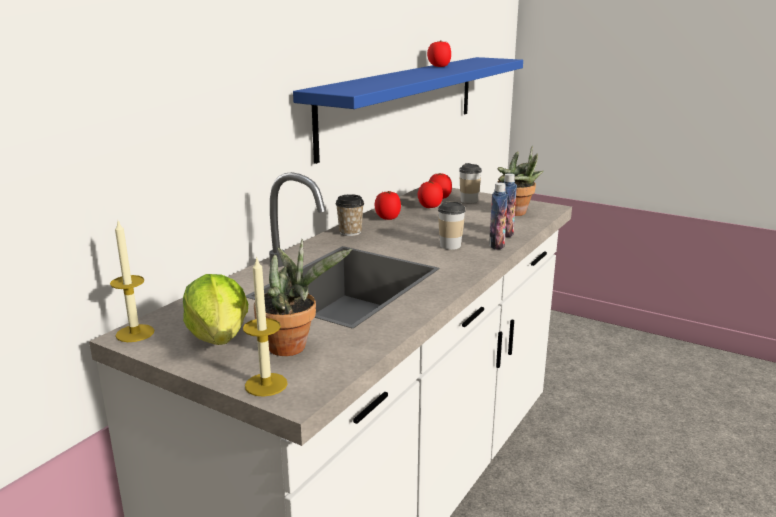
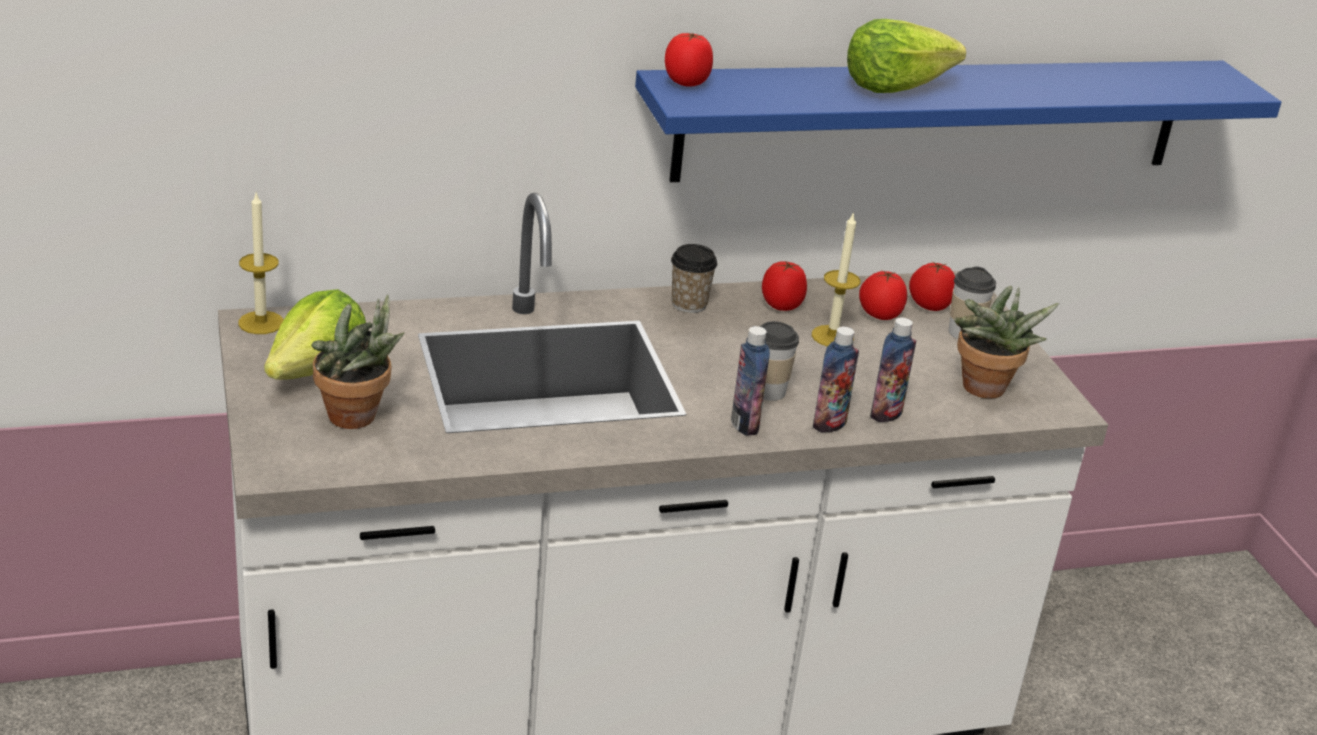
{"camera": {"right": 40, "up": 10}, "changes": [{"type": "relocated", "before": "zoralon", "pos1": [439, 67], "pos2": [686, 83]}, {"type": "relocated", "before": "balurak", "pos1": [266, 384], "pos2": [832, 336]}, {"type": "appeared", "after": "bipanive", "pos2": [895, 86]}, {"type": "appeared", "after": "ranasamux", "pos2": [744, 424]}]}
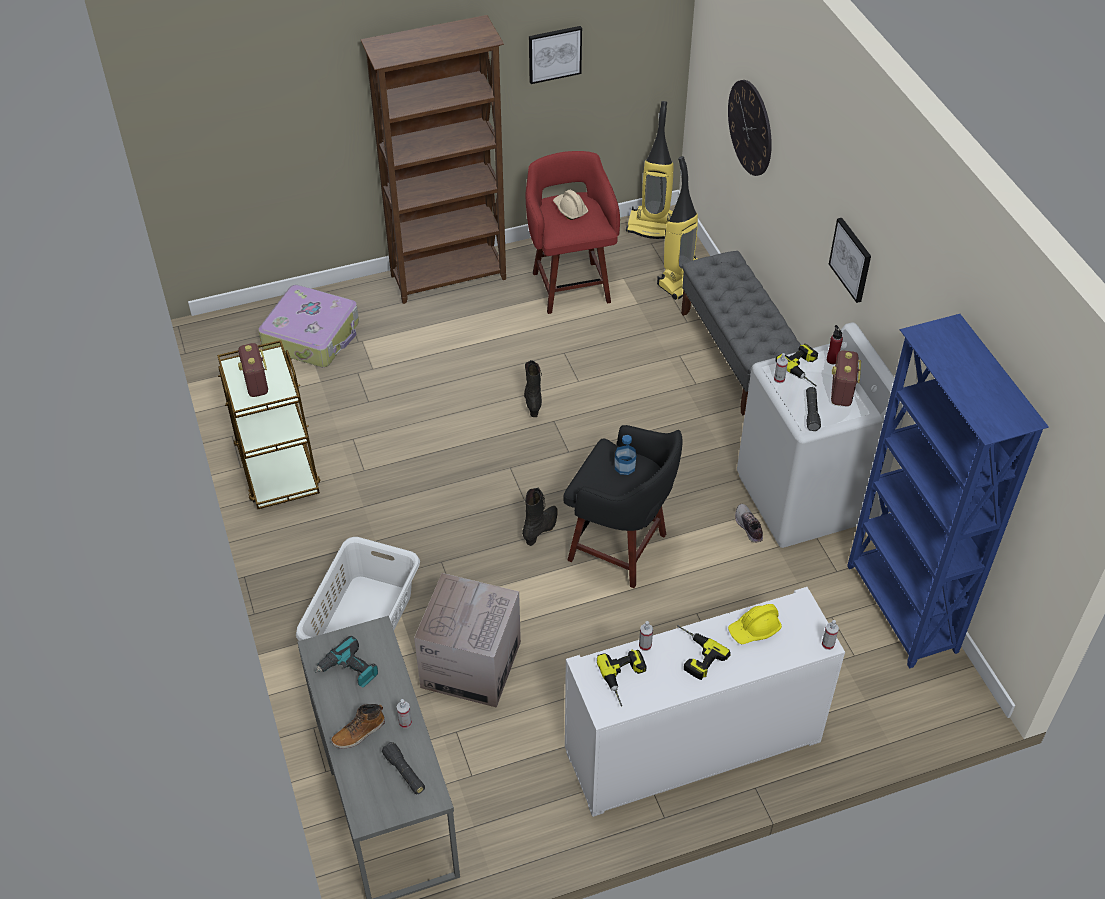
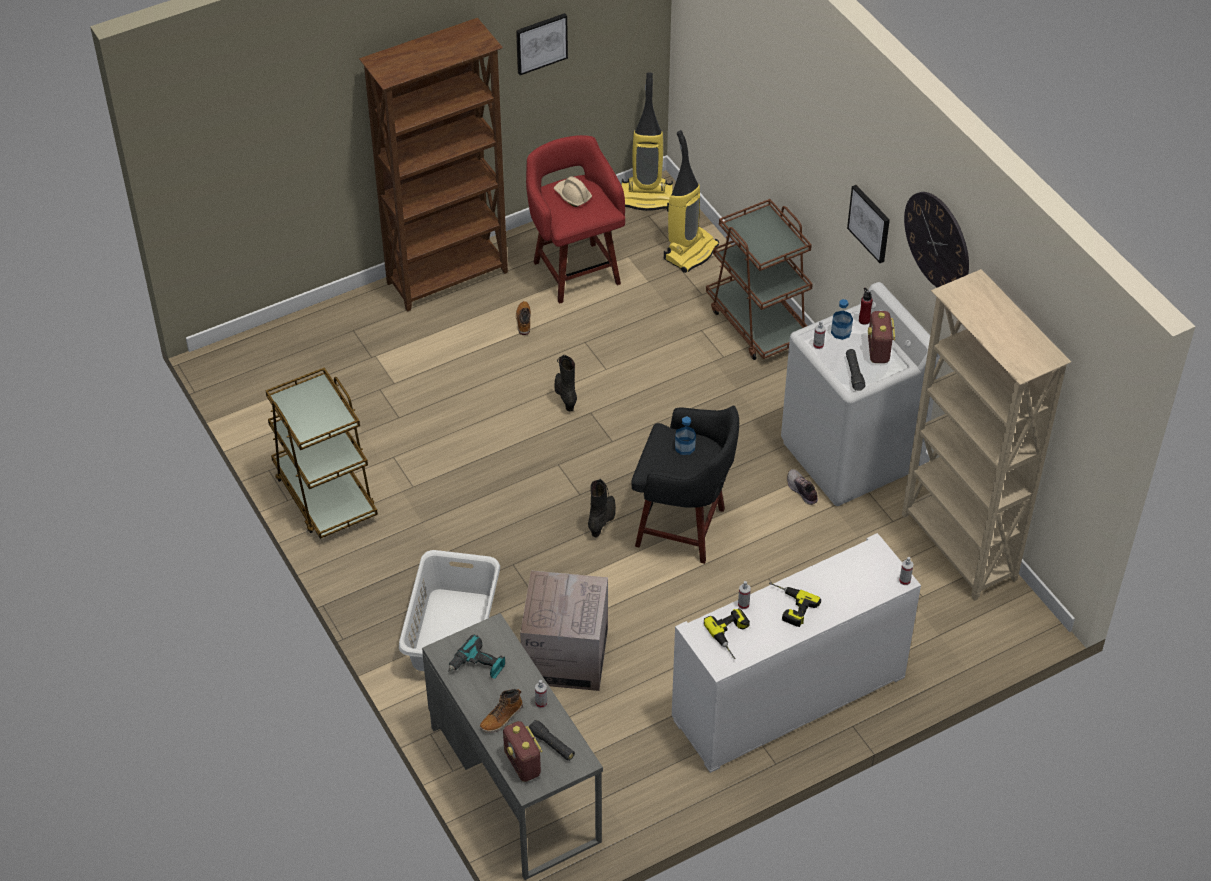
{"camera": {"right": -10, "up": 0}, "changes": [{"type": "relocated", "before": "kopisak", "pos1": [750, 127], "pos2": [937, 241]}, {"type": "exchanged", "before": "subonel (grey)", "after": "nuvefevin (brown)", "pos1": [737, 356], "pos2": [758, 323]}, {"type": "missing", "before": "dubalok", "pos1": [312, 336]}, {"type": "colour", "before": "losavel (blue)", "after": "losavel (beige)", "pos1": [900, 609], "pos2": [958, 548]}, {"type": "relocated", "before": "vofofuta", "pos1": [256, 384], "pos2": [523, 764]}, {"type": "exchanged", "before": "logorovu", "after": "ranasamux", "pos1": [805, 369], "pos2": [841, 332]}, {"type": "missing", "before": "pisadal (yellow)", "pos1": [754, 629]}, {"type": "appeared", "after": "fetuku", "pos2": [523, 321]}]}
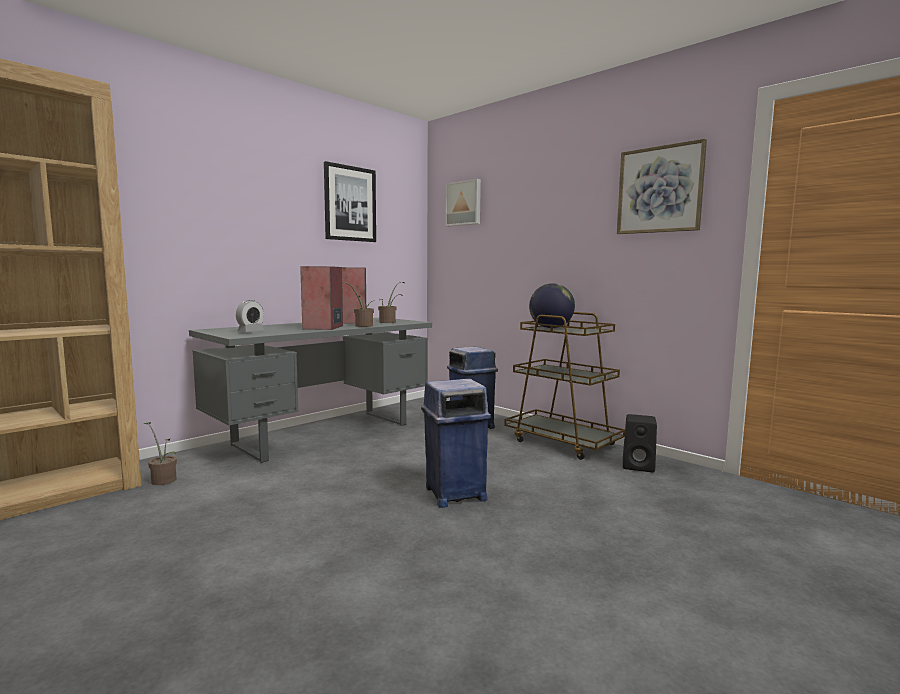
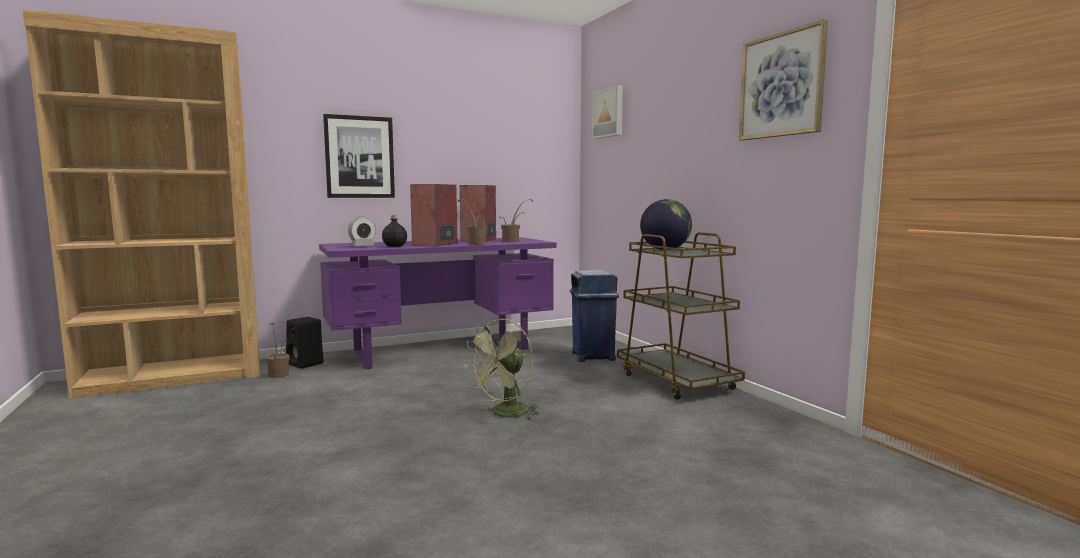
{"camera": {"right": 20, "up": 0}, "changes": [{"type": "relocated", "before": "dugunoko", "pos1": [350, 204], "pos2": [359, 157]}, {"type": "colour", "before": "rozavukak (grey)", "after": "rozavukak (purple)", "pos1": [324, 434], "pos2": [442, 350]}, {"type": "exchanged", "before": "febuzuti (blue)", "after": "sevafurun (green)", "pos1": [454, 494], "pos2": [505, 414]}, {"type": "relocated", "before": "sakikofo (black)", "pos1": [639, 466], "pos2": [306, 364]}, {"type": "appeared", "after": "ranasamux (black)", "pos2": [394, 246]}]}
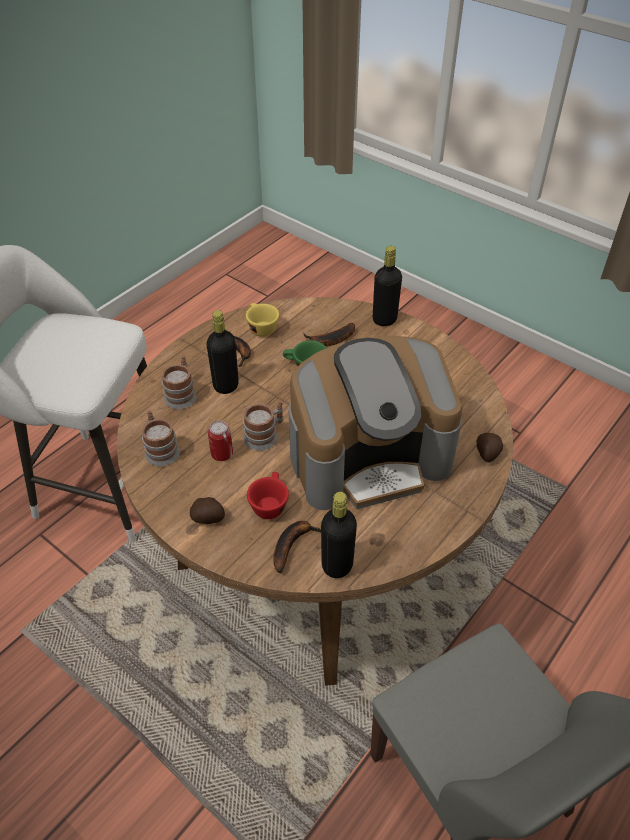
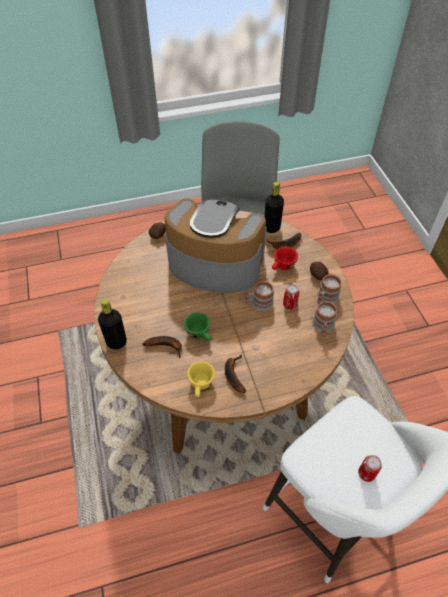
{"camera": {"right": -145, "up": 5}, "changes": [{"type": "missing", "before": "ranasamux (black)", "pos1": [226, 385]}, {"type": "relocated", "before": "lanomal", "pos1": [182, 394], "pos2": [325, 298]}, {"type": "appeared", "after": "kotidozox", "pos2": [366, 473]}]}
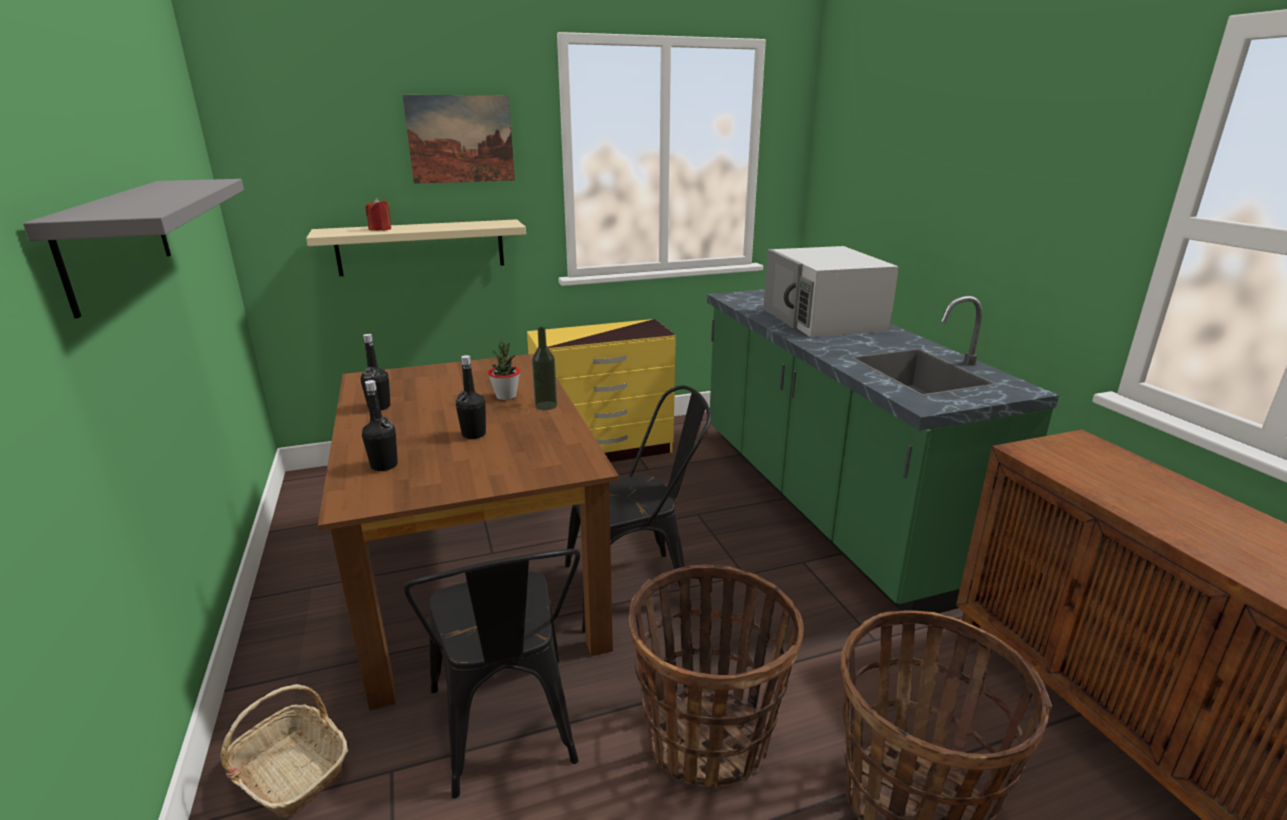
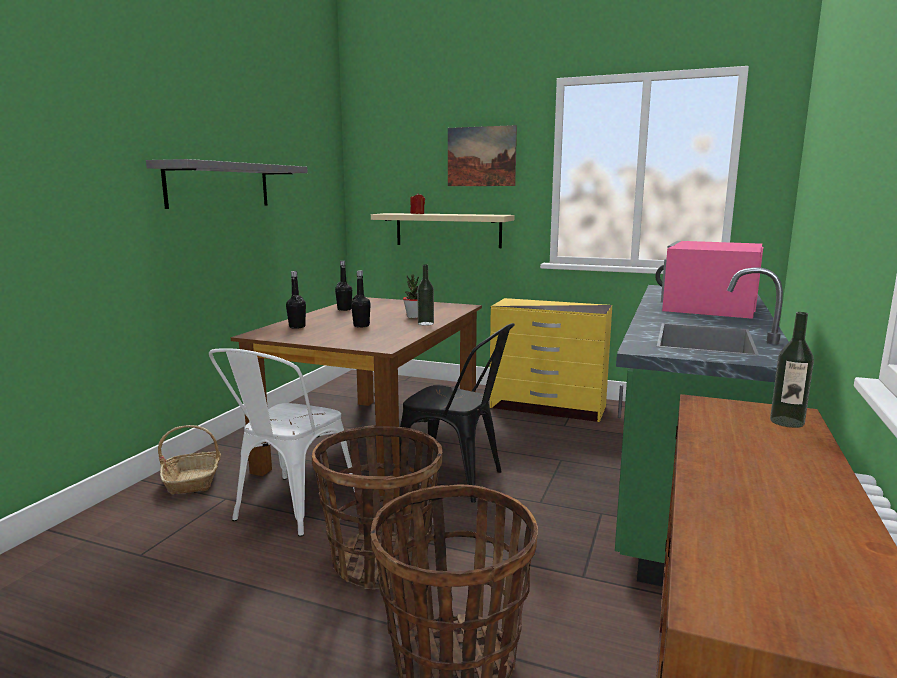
{"camera": {"right": 40, "up": -10}, "changes": [{"type": "colour", "before": "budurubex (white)", "after": "budurubex (pink)", "pos1": [823, 319], "pos2": [709, 306]}, {"type": "colour", "before": "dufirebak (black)", "after": "dufirebak (white)", "pos1": [507, 733], "pos2": [289, 509]}, {"type": "appeared", "after": "ranasamux", "pos2": [787, 422]}]}
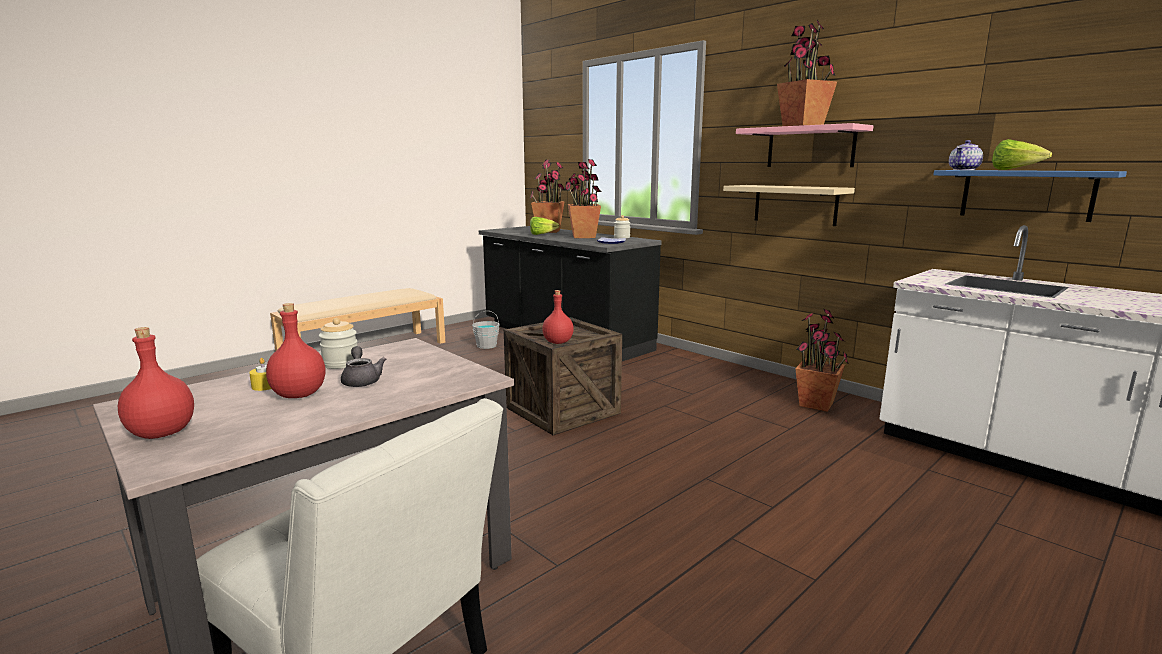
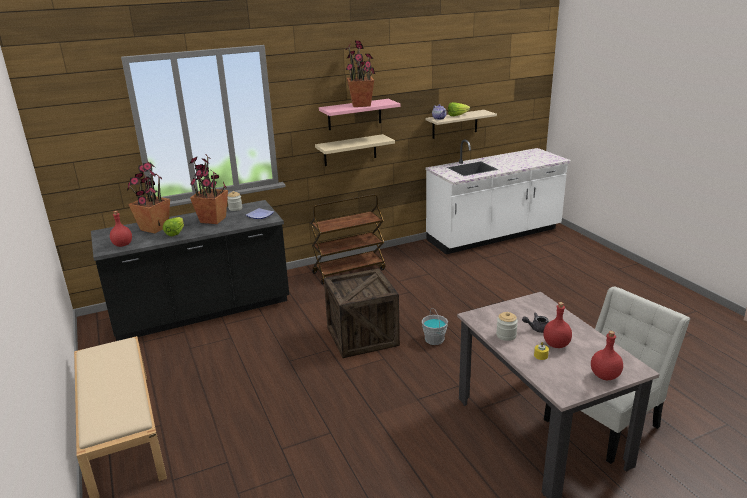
{"camera": {"right": -70, "up": 10}, "changes": [{"type": "colour", "before": "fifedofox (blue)", "after": "fifedofox (beige)", "pos1": [1026, 194], "pos2": [454, 124]}, {"type": "relocated", "before": "ranasamux (red)", "pos1": [557, 342], "pos2": [122, 245]}, {"type": "missing", "before": "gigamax", "pos1": [816, 404]}, {"type": "relocated", "before": "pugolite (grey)", "pos1": [486, 346], "pos2": [434, 339]}, {"type": "appeared", "after": "nuvefevin (brown)", "pos2": [349, 271]}]}
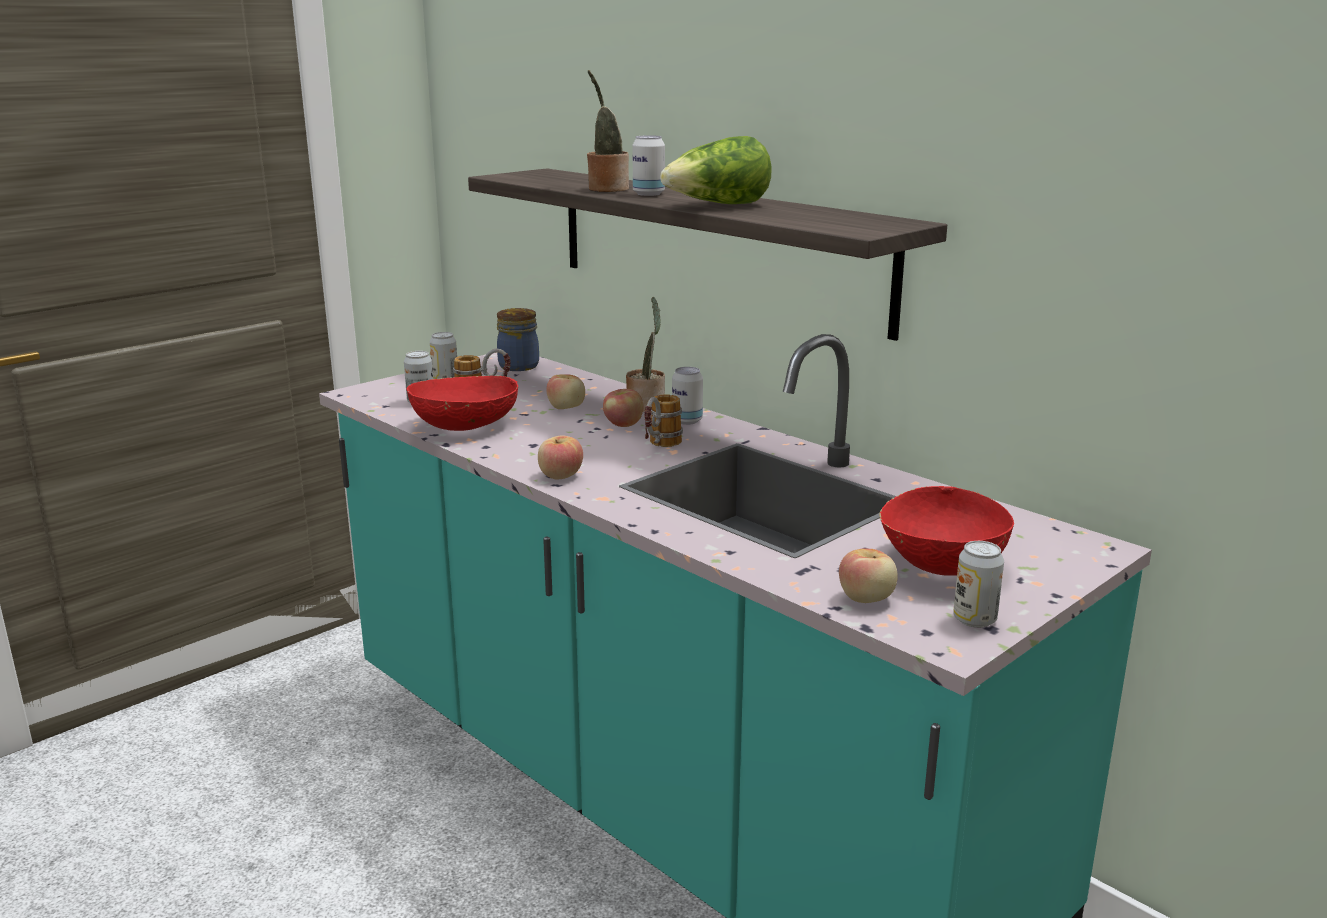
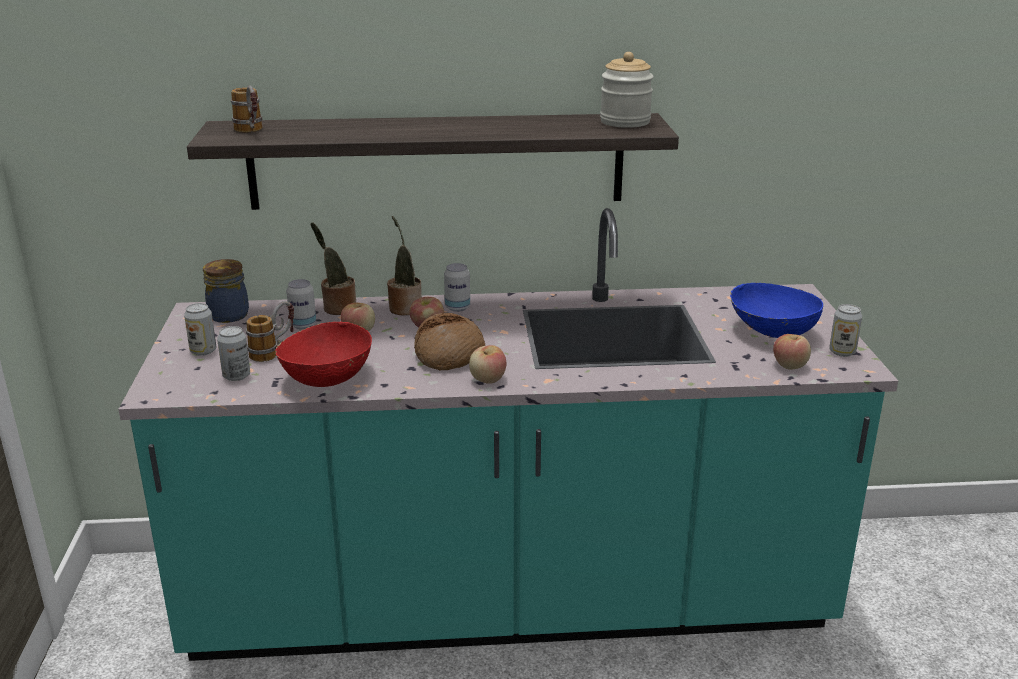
{"camera": {"right": -50, "up": 5}, "changes": [{"type": "relocated", "before": "gigamax", "pos1": [606, 189], "pos2": [337, 308]}, {"type": "relocated", "before": "kotidozox", "pos1": [648, 194], "pos2": [303, 325]}, {"type": "missing", "before": "bipanive", "pos1": [718, 205]}, {"type": "relocated", "before": "lanomal", "pos1": [659, 446], "pos2": [251, 132]}, {"type": "colour", "before": "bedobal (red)", "after": "bedobal (blue)", "pos1": [940, 564], "pos2": [771, 332]}, {"type": "appeared", "after": "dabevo", "pos2": [625, 122]}, {"type": "appeared", "after": "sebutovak", "pos2": [449, 354]}]}
